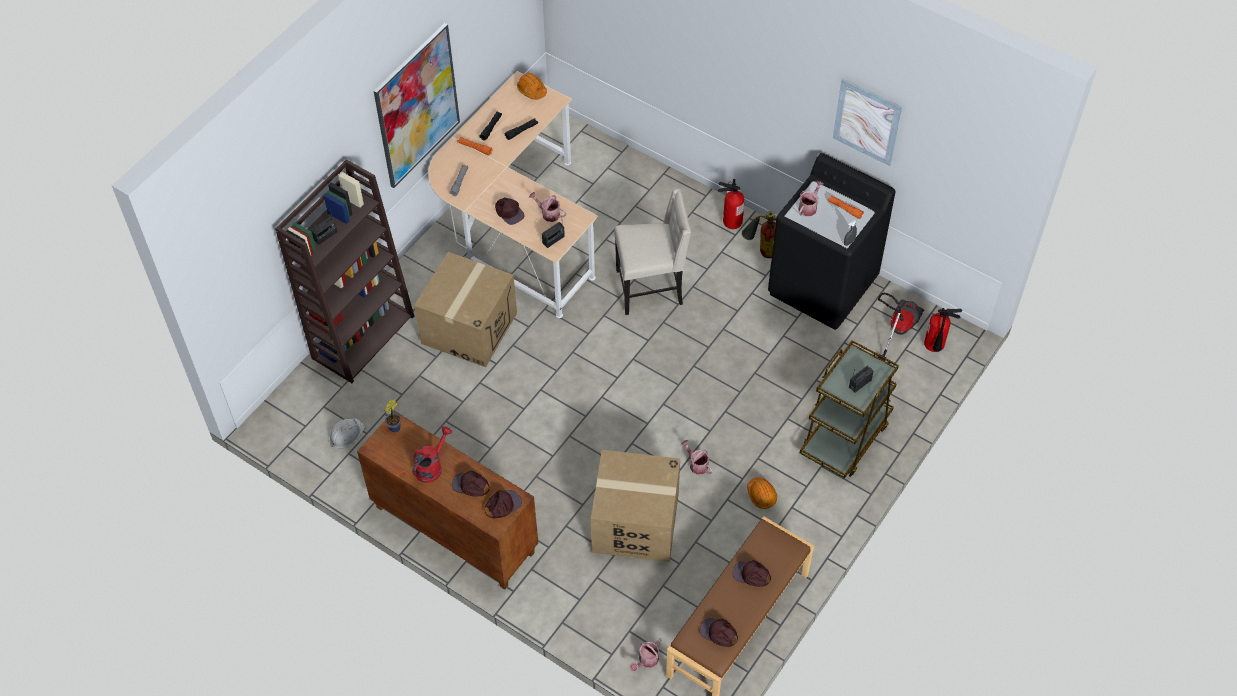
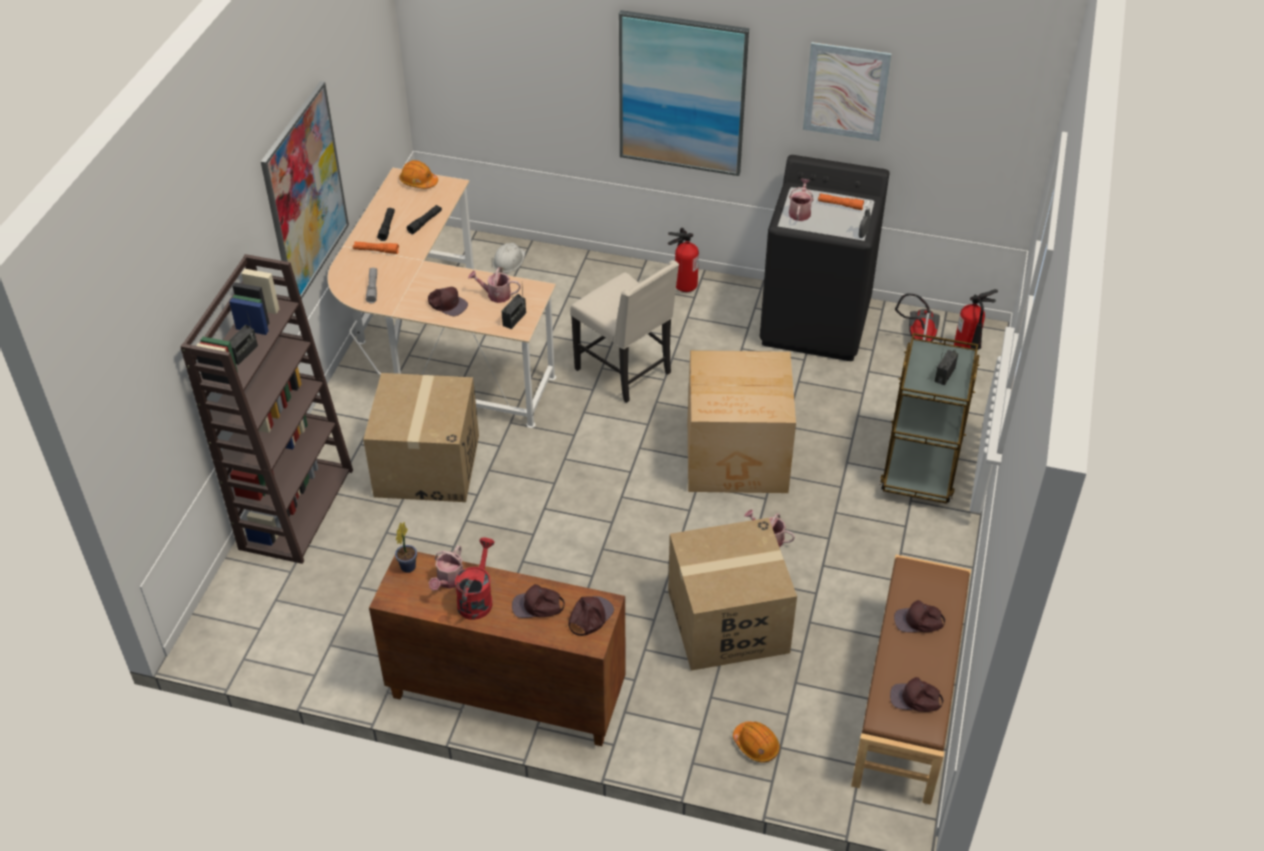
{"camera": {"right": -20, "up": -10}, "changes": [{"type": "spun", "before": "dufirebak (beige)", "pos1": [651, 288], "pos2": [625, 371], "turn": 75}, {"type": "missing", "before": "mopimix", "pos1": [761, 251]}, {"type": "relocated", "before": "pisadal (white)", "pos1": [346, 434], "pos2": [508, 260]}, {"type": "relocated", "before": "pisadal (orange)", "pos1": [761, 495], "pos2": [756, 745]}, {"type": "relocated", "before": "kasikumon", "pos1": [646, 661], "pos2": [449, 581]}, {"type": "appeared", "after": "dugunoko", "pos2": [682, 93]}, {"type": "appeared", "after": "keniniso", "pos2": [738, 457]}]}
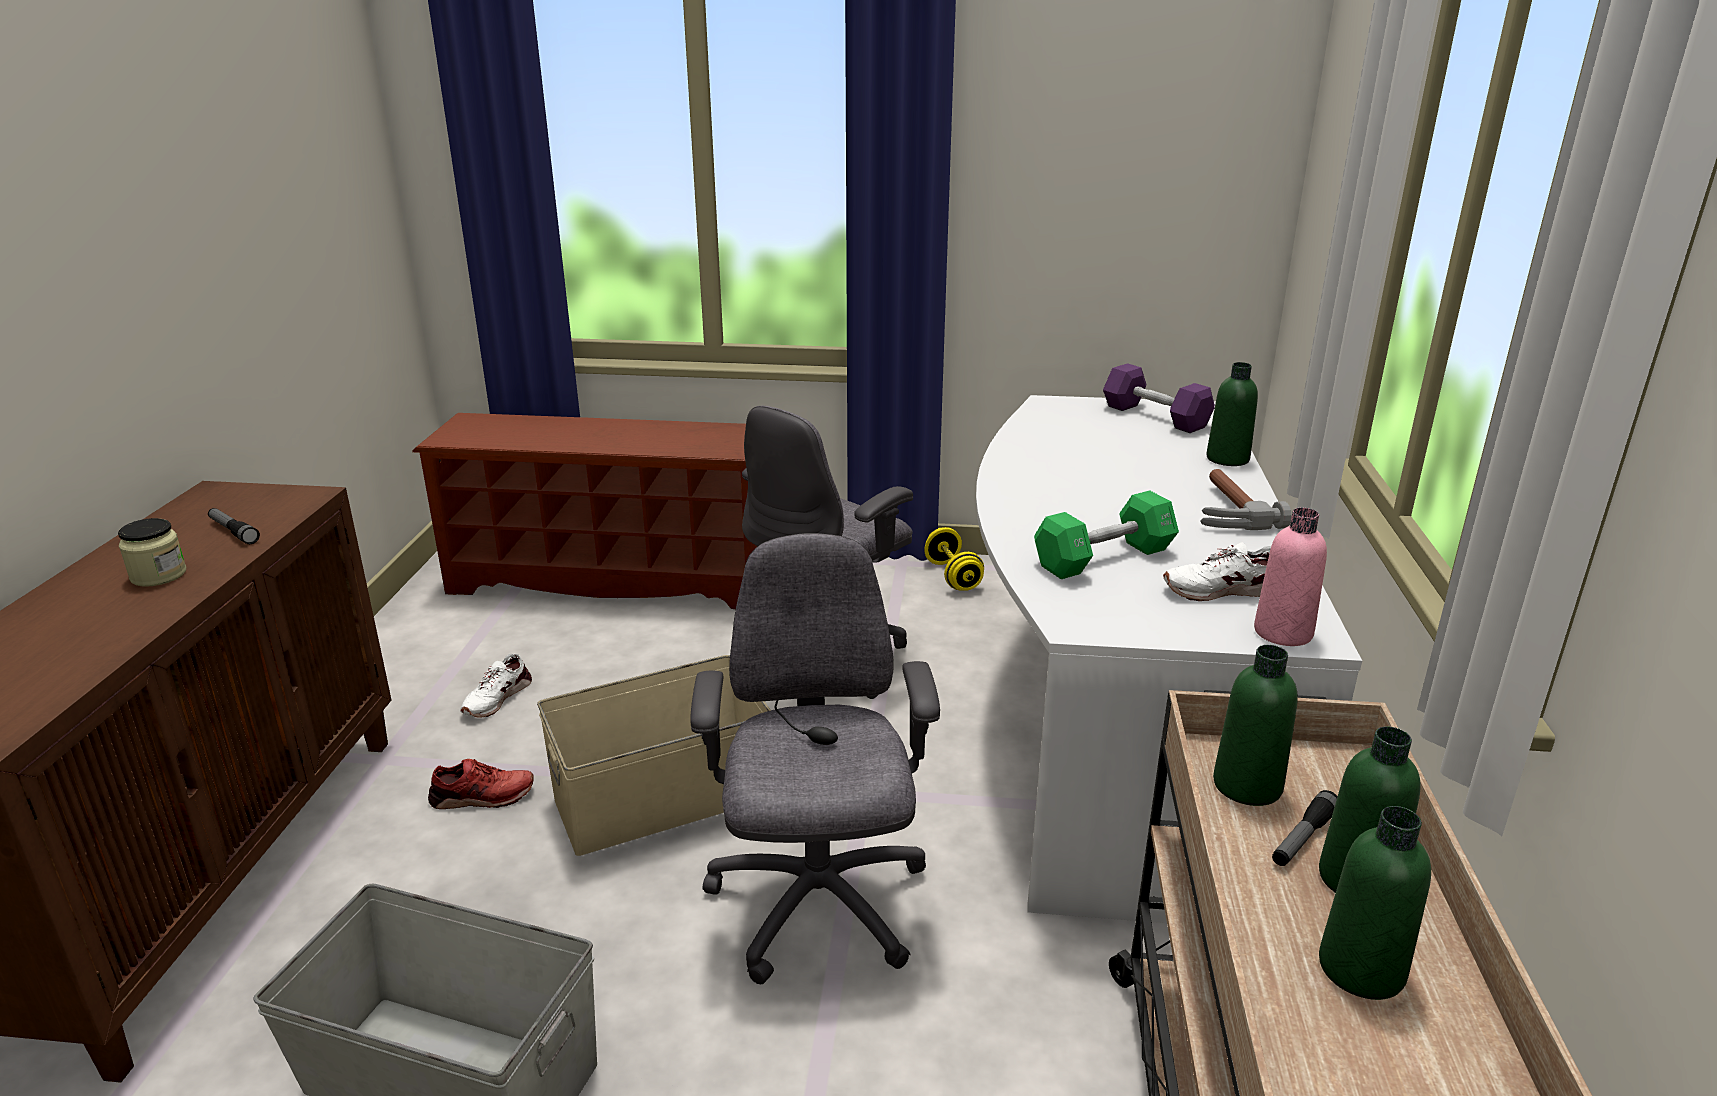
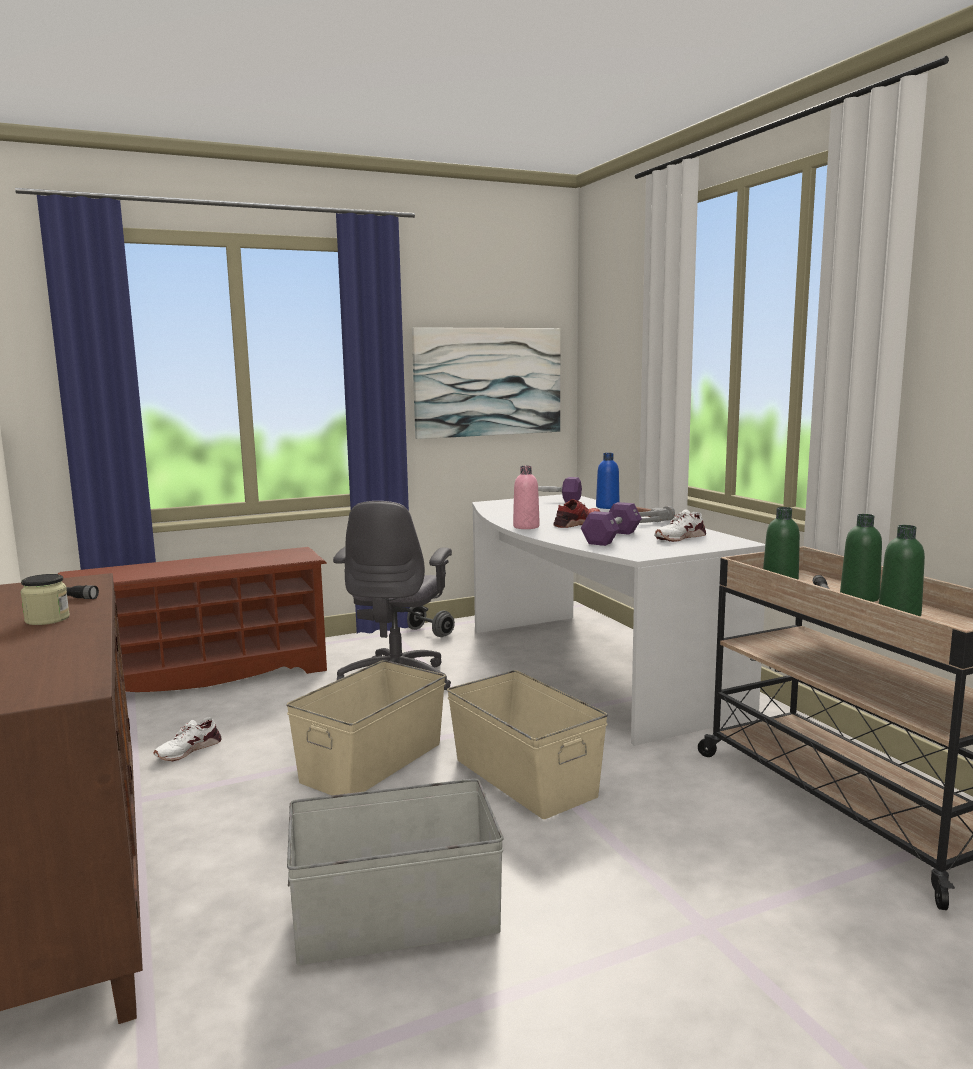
{"camera": {"right": -30, "up": -15}, "changes": [{"type": "colour", "before": "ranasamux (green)", "after": "ranasamux (blue)", "pos1": [1227, 459], "pos2": [607, 507]}, {"type": "colour", "before": "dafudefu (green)", "after": "dafudefu (purple)", "pos1": [1104, 558], "pos2": [611, 538]}, {"type": "relocated", "before": "ranasamux (pink)", "pos1": [1283, 632], "pos2": [526, 527]}, {"type": "colour", "before": "dafudefu (yellow)", "after": "dafudefu (grey)", "pos1": [952, 576], "pos2": [429, 632]}, {"type": "exchanged", "before": "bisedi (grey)", "after": "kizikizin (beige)", "pos1": [817, 906], "pos2": [524, 776]}, {"type": "spun", "before": "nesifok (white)", "pos1": [496, 698], "pos2": [188, 750], "turn": 45}, {"type": "relocated", "before": "nesifok (red)", "pos1": [482, 797], "pos2": [578, 523]}, {"type": "appeared", "after": "dugunoko", "pos2": [488, 382]}]}
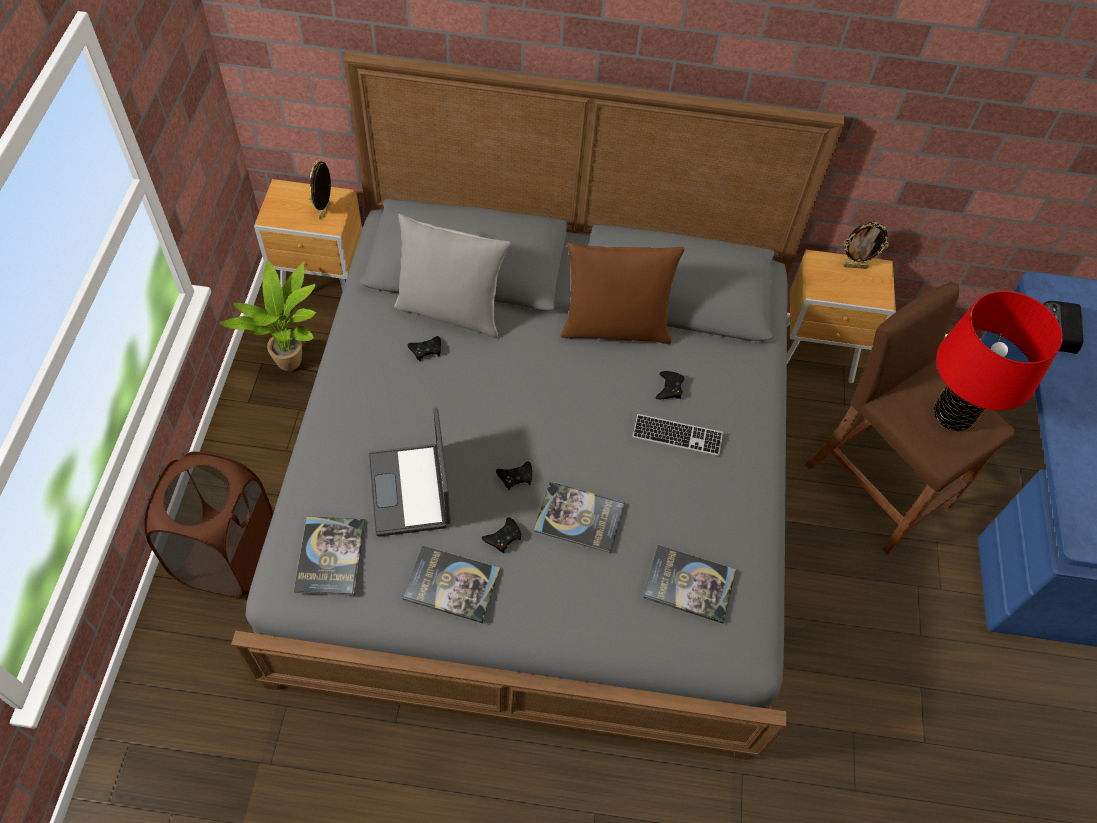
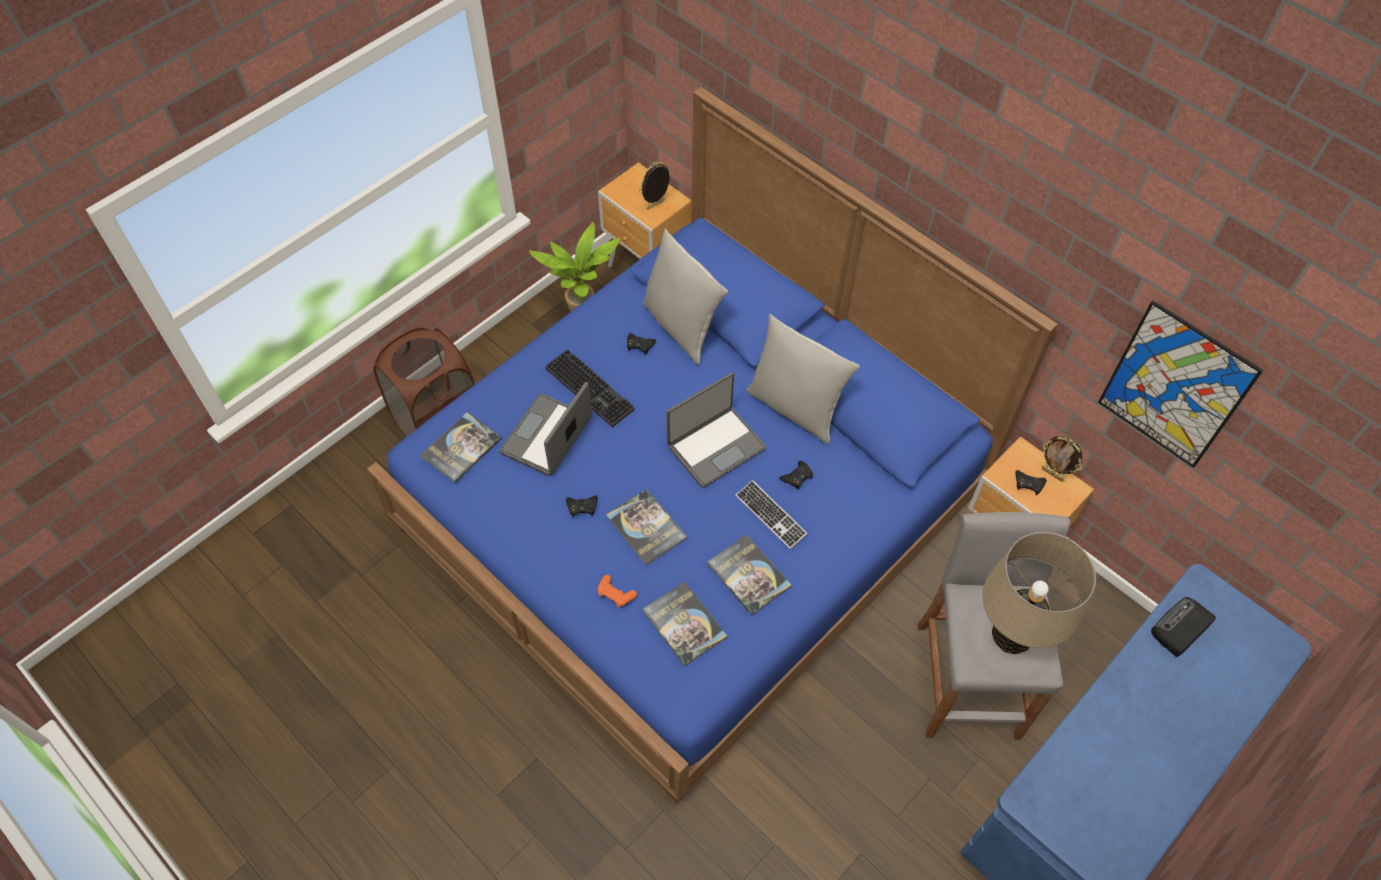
{"camera": {"right": 40, "up": 0}, "changes": [{"type": "colour", "before": "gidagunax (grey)", "after": "gidagunax (blue)", "pos1": [542, 484], "pos2": [690, 507]}, {"type": "colour", "before": "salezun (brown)", "after": "salezun (grey)", "pos1": [615, 327], "pos2": [795, 408]}, {"type": "colour", "before": "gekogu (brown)", "after": "gekogu (grey)", "pos1": [876, 485], "pos2": [967, 679]}, {"type": "colour", "before": "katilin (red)", "after": "katilin (beige)", "pos1": [952, 415], "pos2": [1011, 636]}, {"type": "relocated", "before": "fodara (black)", "pos1": [516, 477], "pos2": [1028, 484]}, {"type": "relocated", "before": "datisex", "pos1": [452, 584], "pos2": [748, 575]}, {"type": "appeared", "after": "dugunoko", "pos2": [1175, 386]}, {"type": "appeared", "after": "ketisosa", "pos2": [592, 389]}, {"type": "appeared", "after": "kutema", "pos2": [715, 446]}, {"type": "appeared", "after": "fodara (orange)", "pos2": [615, 594]}]}
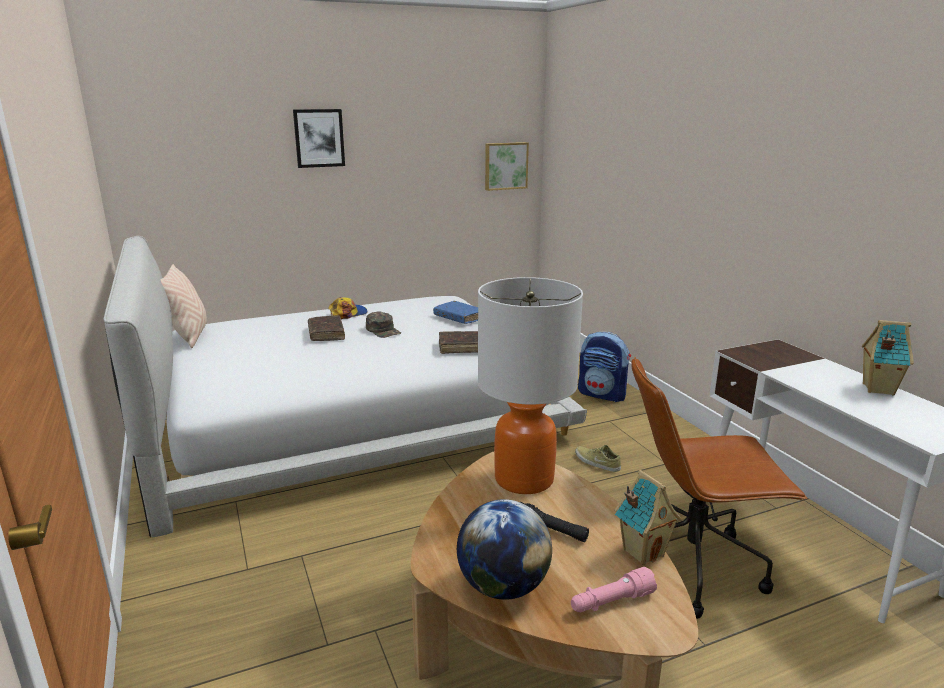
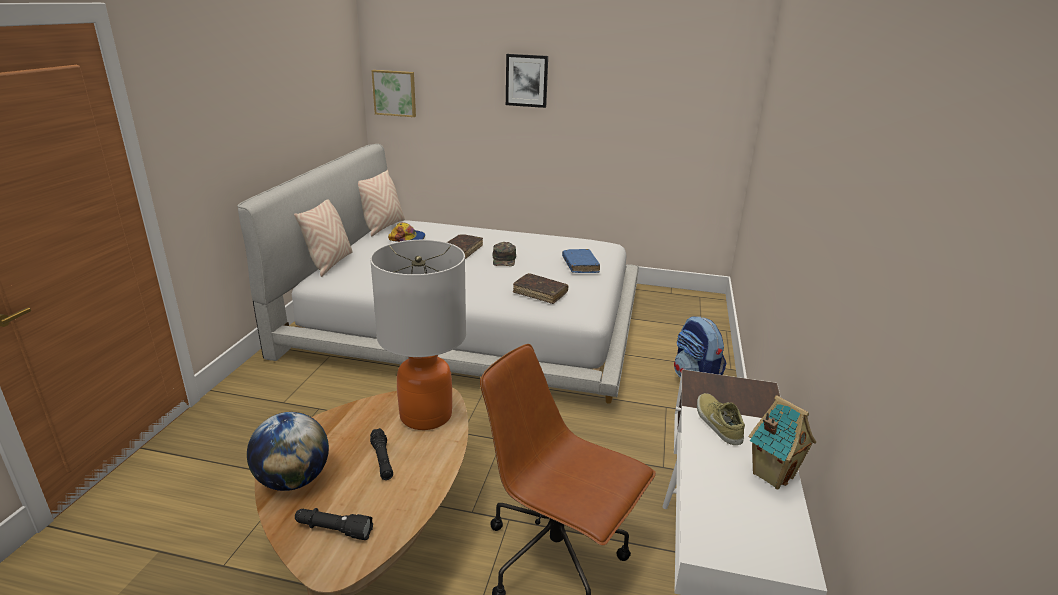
{"camera": {"right": 35, "up": 5}, "changes": [{"type": "relocated", "before": "dugunoko", "pos1": [505, 166], "pos2": [395, 93]}, {"type": "relocated", "before": "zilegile", "pos1": [348, 313], "pos2": [407, 238]}, {"type": "relocated", "before": "nesifok (beige)", "pos1": [596, 462], "pos2": [717, 423]}, {"type": "missing", "before": "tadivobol", "pos1": [643, 552]}, {"type": "colour", "before": "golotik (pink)", "after": "golotik (black)", "pos1": [611, 602], "pos2": [333, 529]}, {"type": "appeared", "after": "salezun (beige)", "pos2": [330, 263]}]}
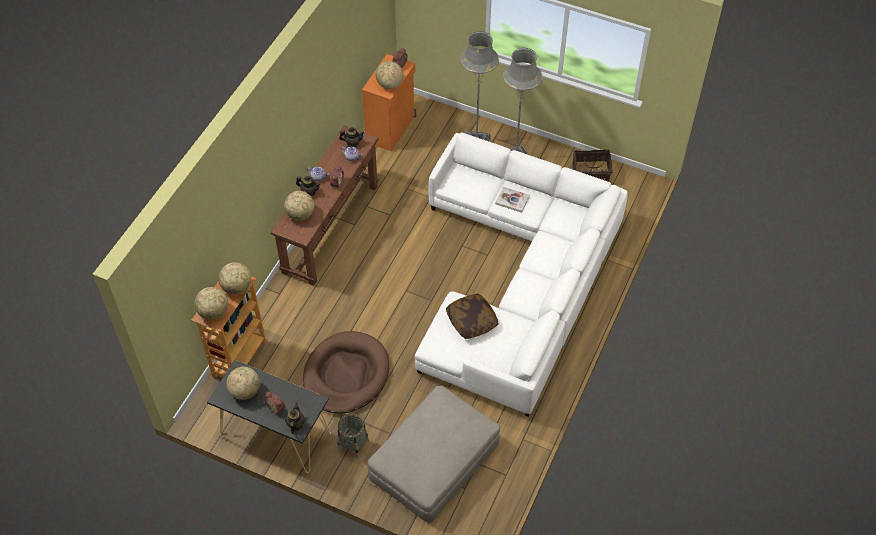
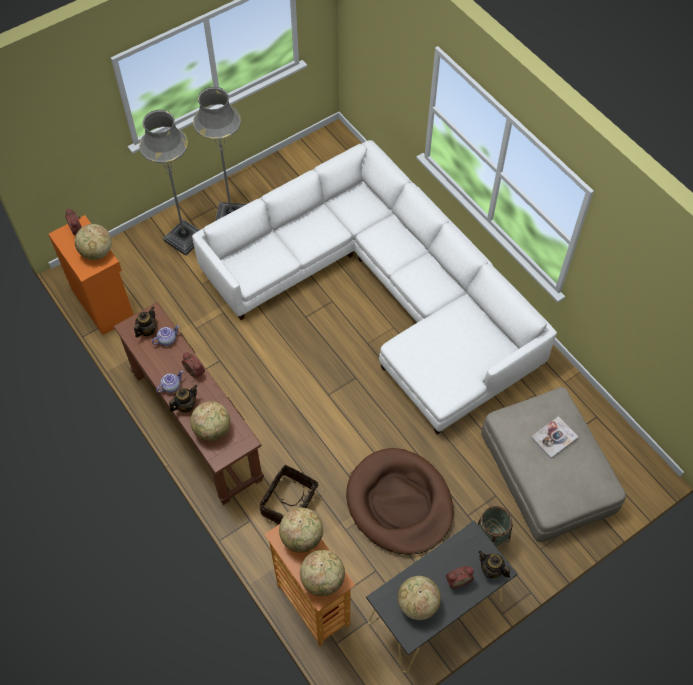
{"camera": {"right": -60, "up": 5}, "changes": [{"type": "relocated", "before": "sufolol", "pos1": [590, 174], "pos2": [289, 504]}, {"type": "relocated", "before": "datisex", "pos1": [512, 200], "pos2": [554, 438]}, {"type": "missing", "before": "salezun", "pos1": [471, 321]}]}
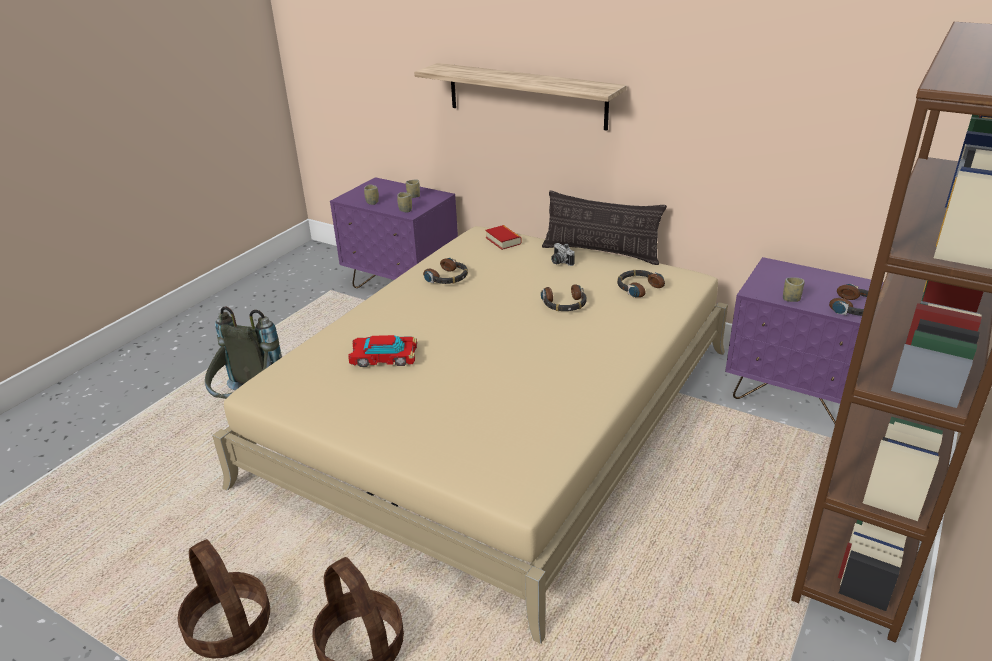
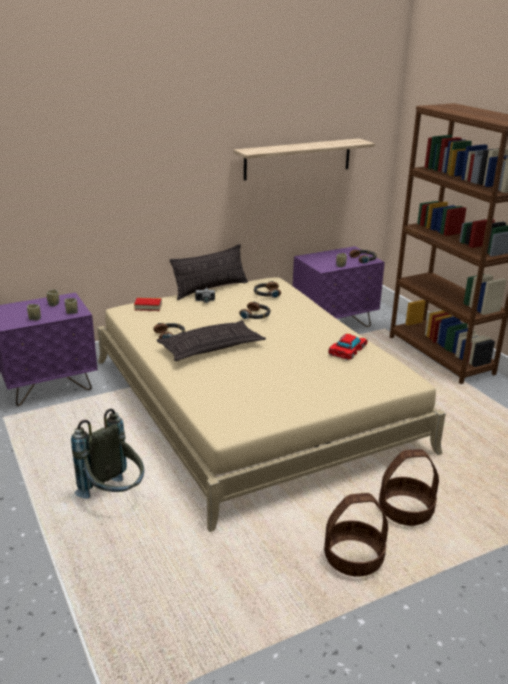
{"camera": {"right": -60, "up": -5}, "changes": [{"type": "relocated", "before": "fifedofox", "pos1": [526, 96], "pos2": [298, 159]}, {"type": "relocated", "before": "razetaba", "pos1": [384, 356], "pos2": [347, 350]}, {"type": "appeared", "after": "salezun", "pos2": [211, 347]}]}
